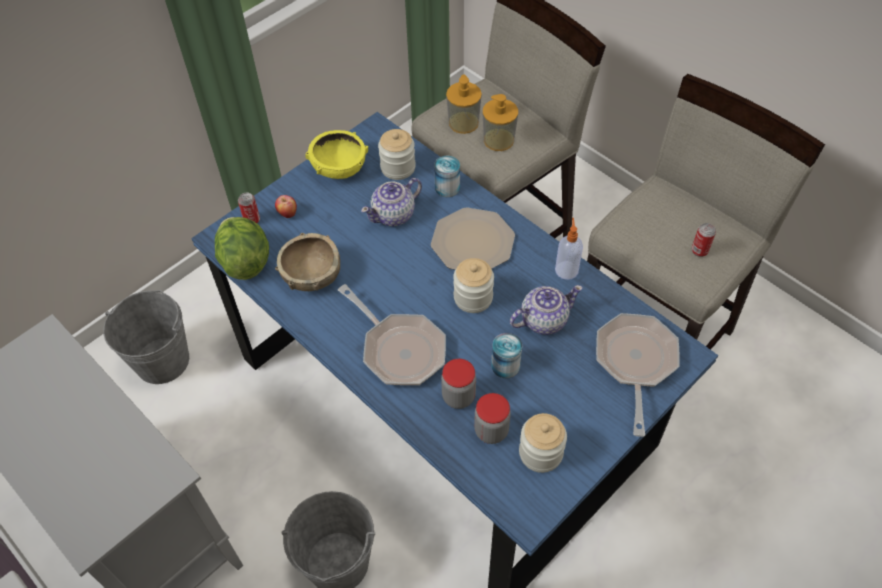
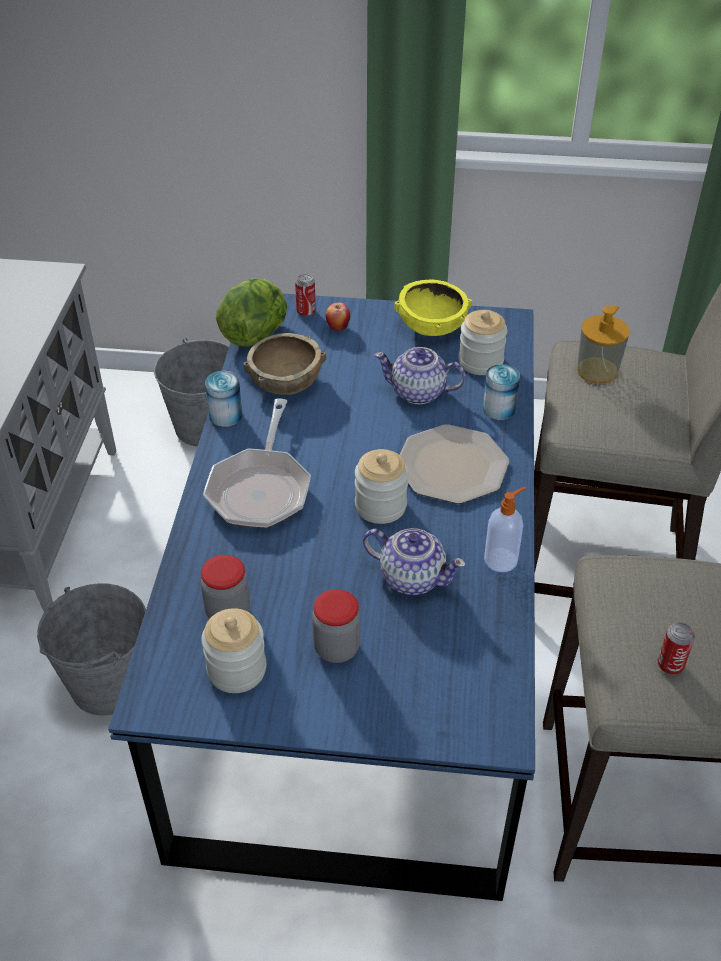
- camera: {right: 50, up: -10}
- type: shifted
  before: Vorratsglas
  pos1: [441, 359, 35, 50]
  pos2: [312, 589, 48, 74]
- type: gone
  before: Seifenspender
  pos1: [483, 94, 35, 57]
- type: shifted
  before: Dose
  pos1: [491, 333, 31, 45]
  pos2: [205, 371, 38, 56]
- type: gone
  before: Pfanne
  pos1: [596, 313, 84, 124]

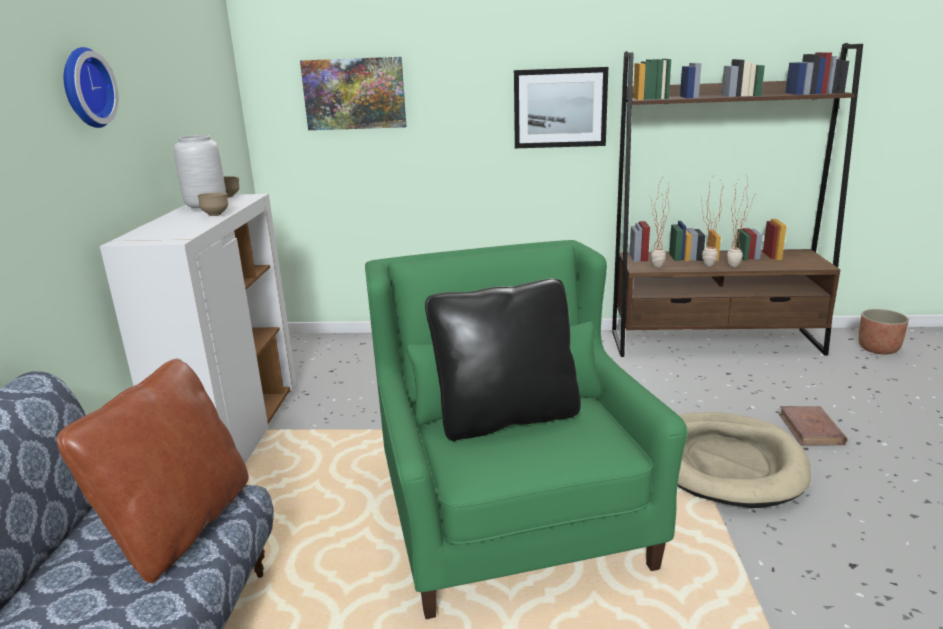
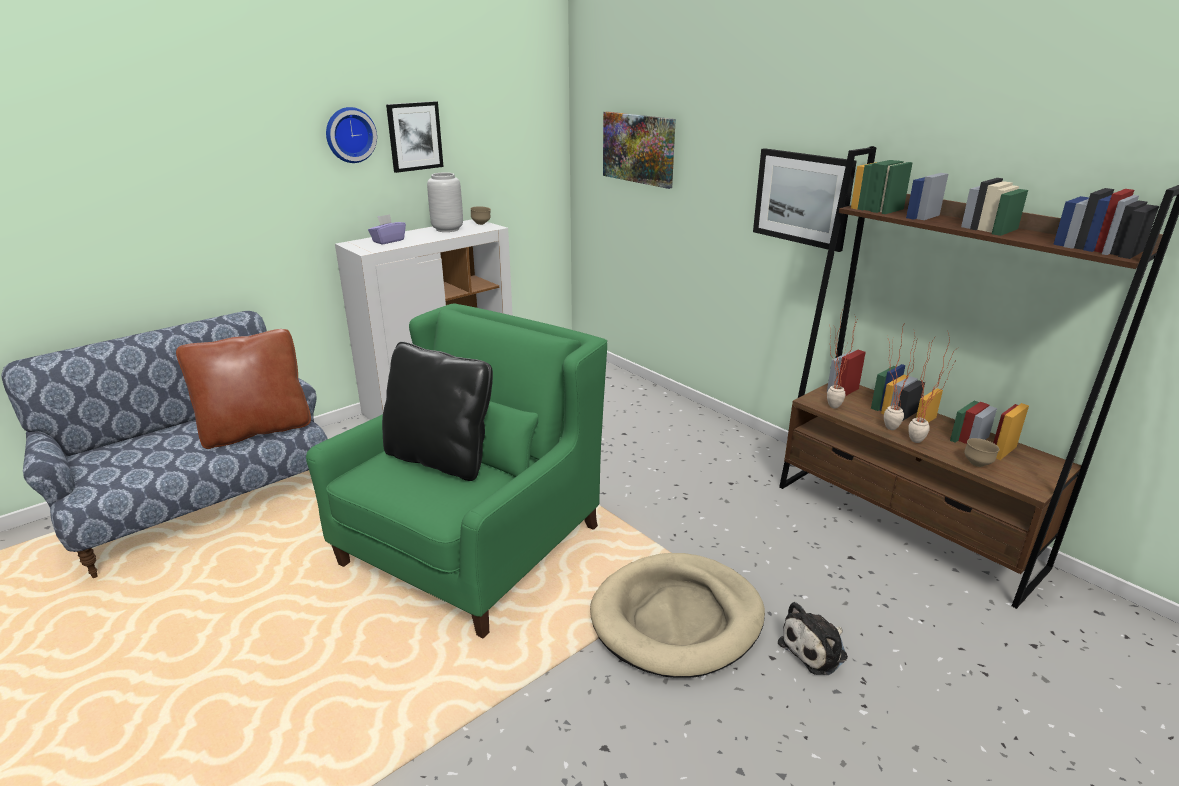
- camera: {right: 45, up: 5}
- type: shifted
  before: Schüssel [braun]
  pos1: [197, 193, 31, 23]
  pos2: [964, 438, 36, 29]
- type: swapped
  before: Buch [braun]
  after: Plüschtier
  pos1: [779, 406, 68, 40]
  pos2: [778, 602, 70, 73]
- type: gone
  before: Pflanzkübel
  pos1: [859, 309, 50, 46]
- type: new
  after: Taschentuchbox [lila]
  pos2: [368, 214, 38, 30]
- type: new
  after: Bild
  pos2: [386, 101, 58, 72]

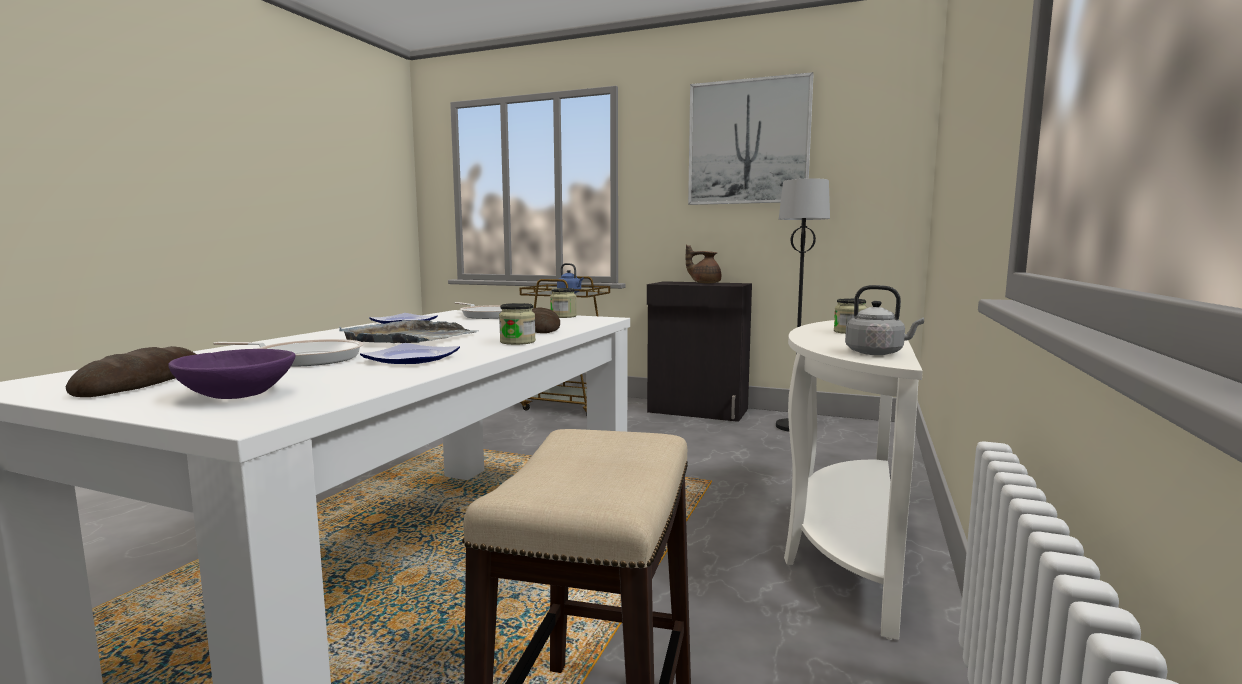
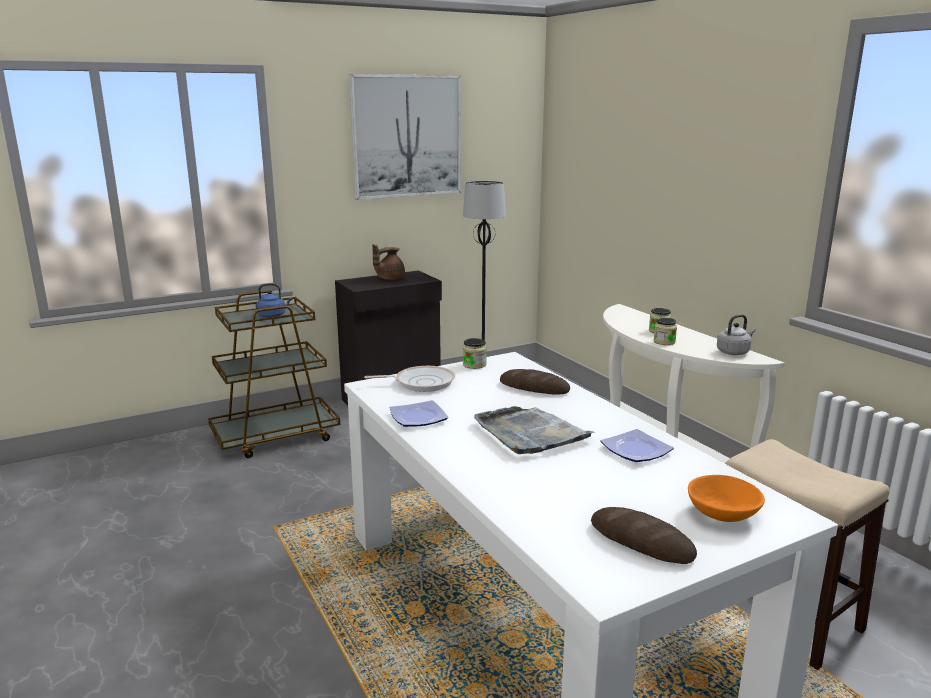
- camera: {right: -50, up: 10}
- type: repainted
  before: Schüssel [lila]
  after: Schüssel [orange]
  pos1: [168, 349, 127, 50]
  pos2: [688, 475, 77, 47]
- type: gone
  before: Pfanne
  pos1: [213, 339, 151, 28]
- type: shifted
  before: Vorratsglas
  pos1: [499, 303, 37, 42]
  pos2: [654, 318, 23, 27]

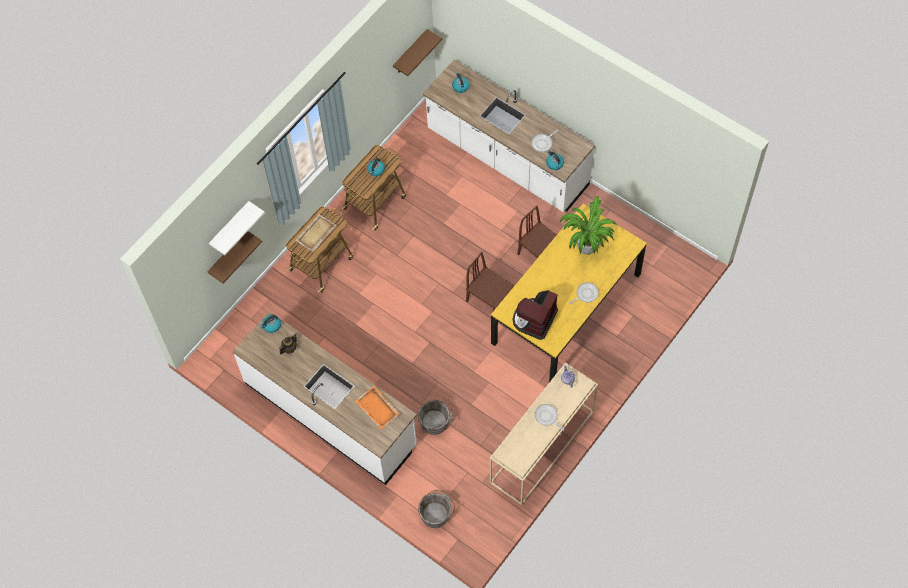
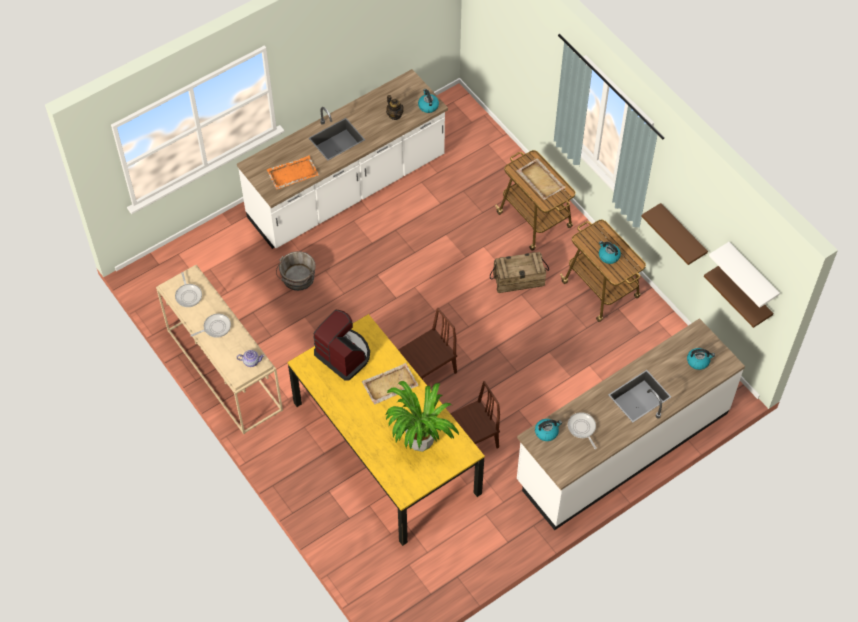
- camera: {right: 105, up: -5}
- type: shifted
  before: Wandregal [braun]
  pos1: [207, 231, 55, 53]
  pos2: [641, 203, 67, 62]
- type: shifted
  before: Wandregal [weiß]
  pos1: [209, 201, 56, 54]
  pos2: [709, 242, 71, 66]
- type: gone
  before: Eimer [grau]
  pos1: [418, 490, 37, 38]
- type: shifted
  before: Pfanne
  pos1: [569, 282, 30, 22]
  pos2: [175, 272, 27, 35]
- type: new
  after: Tablett [beige]
  pos2: [362, 363, 57, 42]
- type: new
  after: Kiste
  pos2: [490, 252, 59, 41]

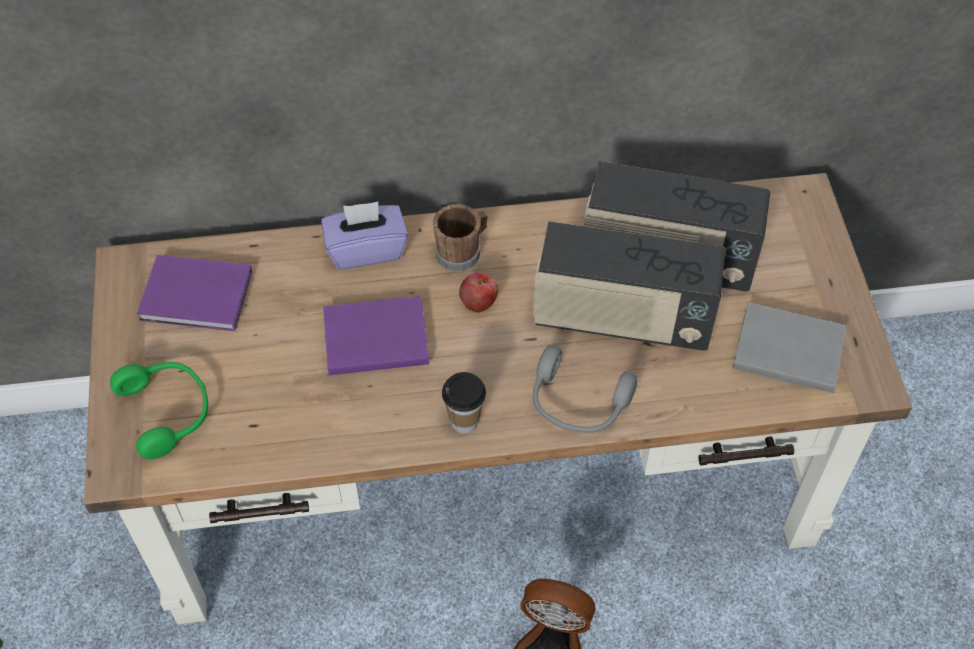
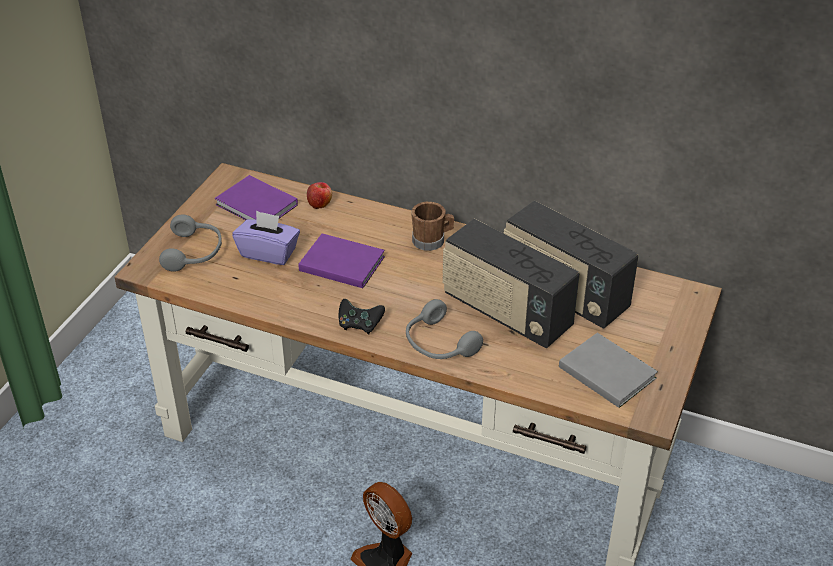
- camera: {right: 30, up: -15}
- type: repainted
  before: Kopfhörer [grün]
  after: Kopfhörer [grau]
  pos1: [110, 362, 98, 97]
  pos2: [159, 215, 63, 57]
- type: shifted
  before: Taschentuchbox [lila]
  pos1: [321, 202, 87, 68]
  pos2: [232, 210, 68, 55]
- type: swapped
  before: Tasse
  after: Gamepad [schwarz]
  pos1: [442, 372, 44, 62]
  pos2: [339, 299, 46, 35]
- type: shifted
  before: Apfel
  pos1: [459, 272, 40, 41]
  pos2: [307, 182, 25, 27]

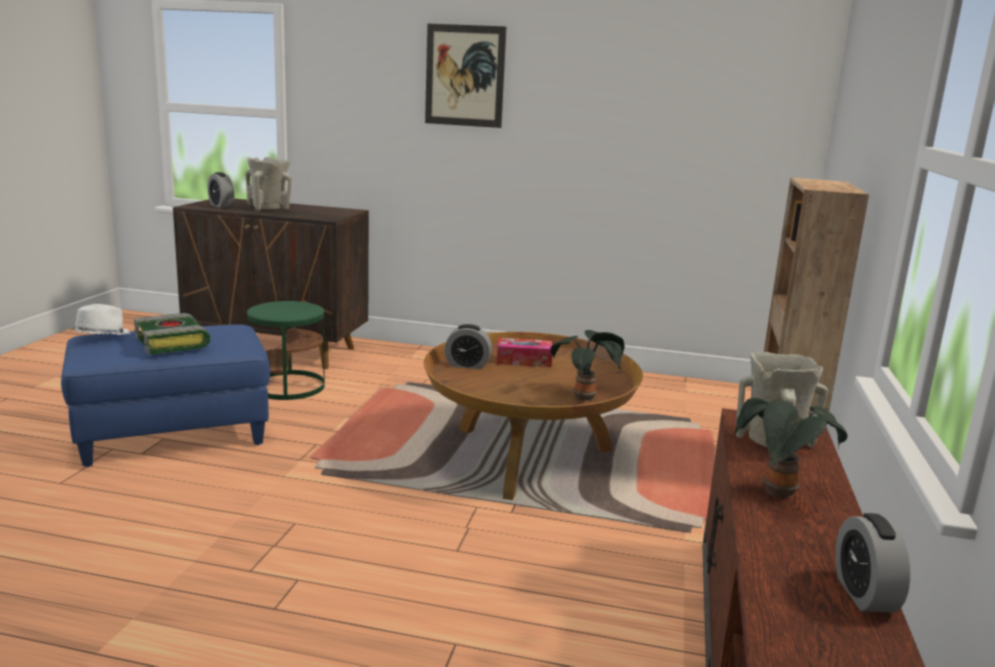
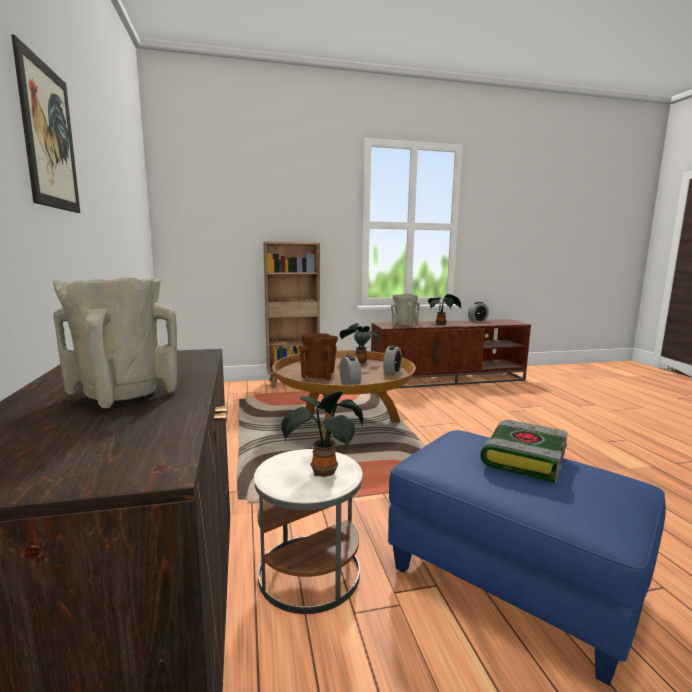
- camera: {right: -115, up: -5}
- type: gone
  before: Hut [weiß]
  pos1: [70, 304, 60, 31]
- type: shifted
  before: Wecker
  pos1: [208, 172, 26, 36]
  pos2: [383, 345, 19, 30]
- type: repainted
  before: Beistelltisch [grün]
  after: Beistelltisch [weiß]
  pos1: [247, 301, 78, 99]
  pos2: [254, 449, 108, 165]
- type: swapped
  before: Taschentuchbox
  after: Vase [braun]
  pos1: [497, 338, 55, 29]
  pos2: [300, 333, 38, 47]
- type: new
  after: Topfpflanze
  pos2: [281, 391, 83, 86]

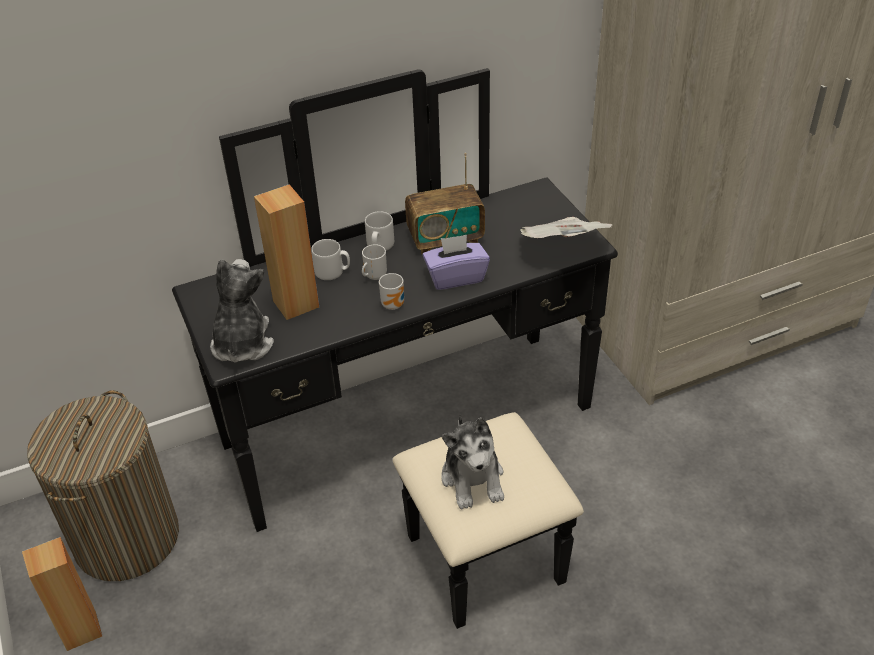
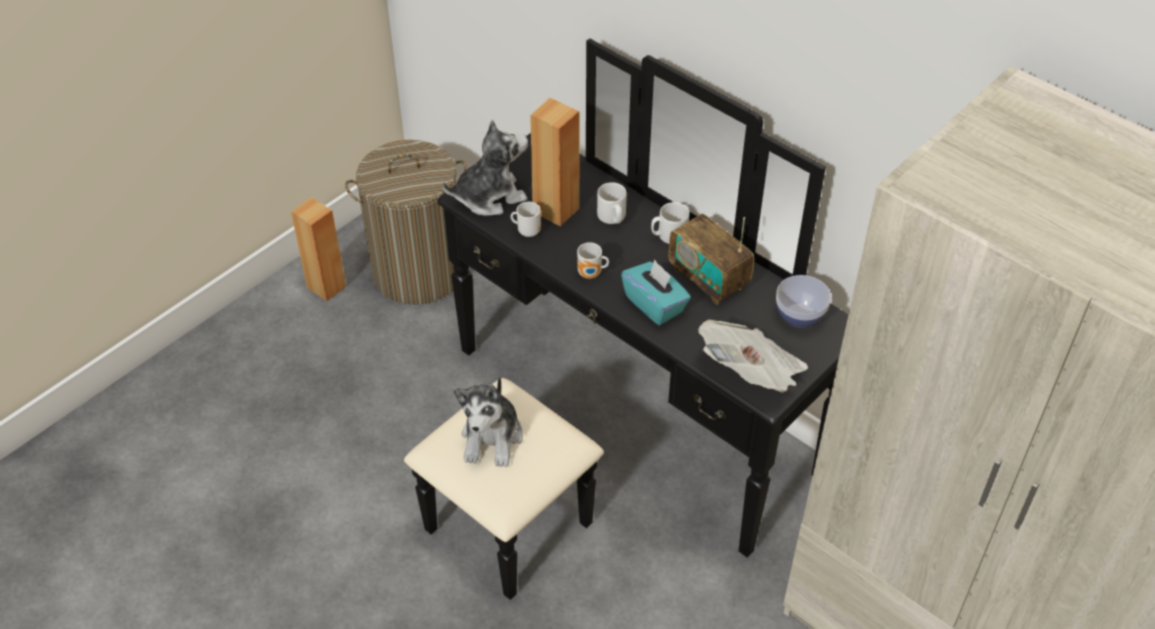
- camera: {right: 65, up: 5}
- type: shifted
  before: Henkelbecher
  pos1: [362, 244, 25, 36]
  pos2: [511, 202, 30, 35]
- type: repainted
  before: Taschentuchbox [lila]
  after: Taschentuchbox [türkis]
  pos1: [423, 235, 67, 55]
  pos2: [621, 259, 70, 66]
- type: rotated
  before: Plüschtier
  pos1: [442, 415, 62, 95]
  pos2: [454, 374, 69, 94]
  turn: -45
- type: new
  after: Schüssel
  pos2: [776, 275, 55, 53]

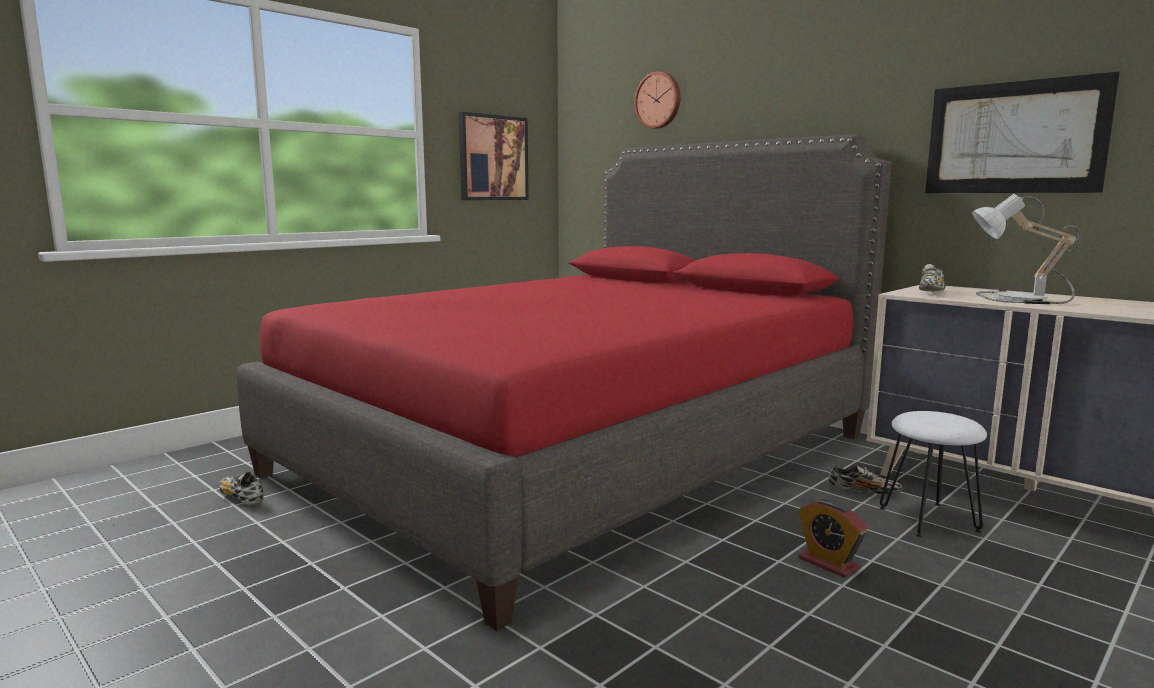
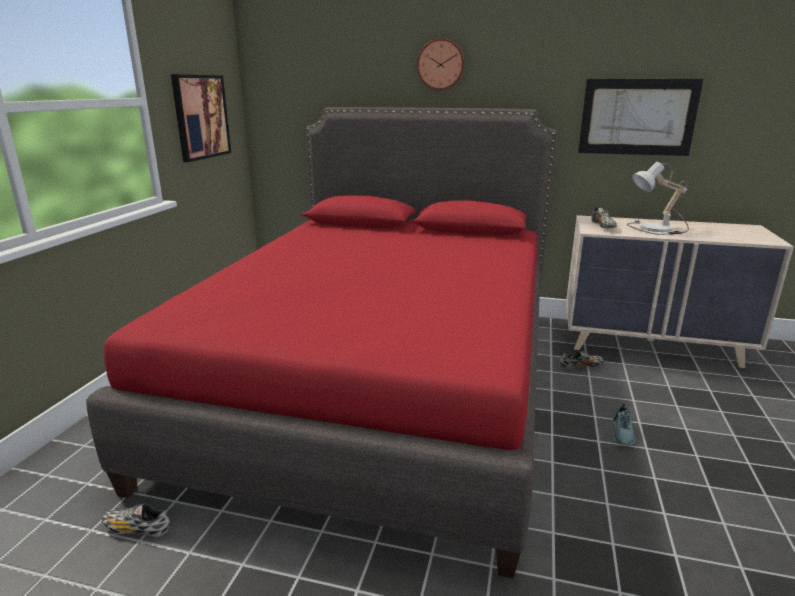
- camera: {right: -30, up: 10}
- type: shifted
  before: Wanduhr
  pos1: [634, 72, 47, 57]
  pos2: [417, 38, 48, 52]
- type: swapped
  before: Wecker
  after: Schuh
  pos1: [799, 499, 68, 79]
  pos2: [613, 403, 22, 42]
- type: gone
  before: Hocker [weiß]
  pos1: [880, 411, 107, 126]

